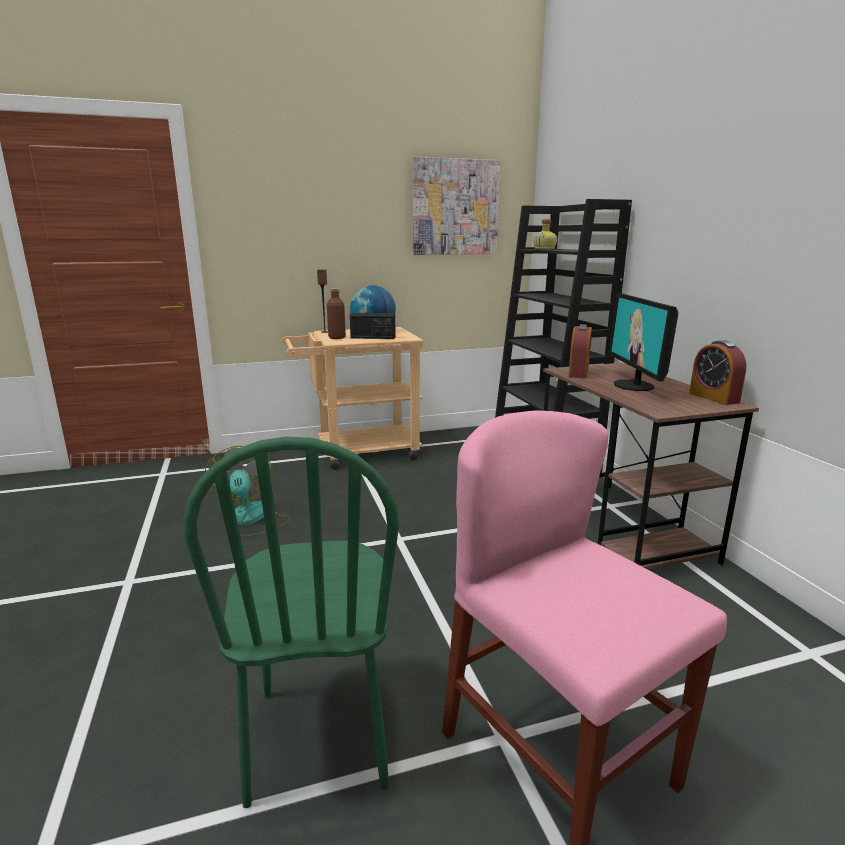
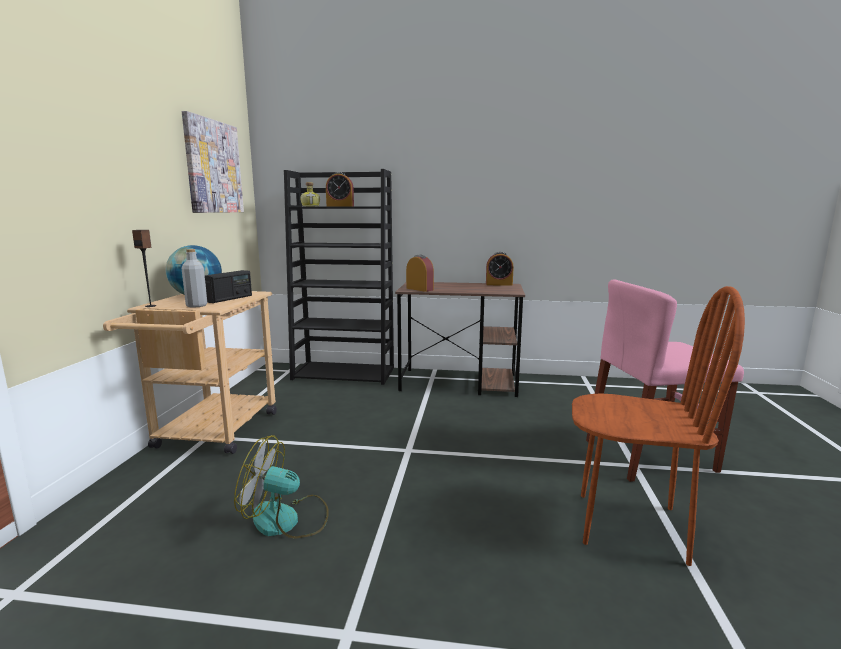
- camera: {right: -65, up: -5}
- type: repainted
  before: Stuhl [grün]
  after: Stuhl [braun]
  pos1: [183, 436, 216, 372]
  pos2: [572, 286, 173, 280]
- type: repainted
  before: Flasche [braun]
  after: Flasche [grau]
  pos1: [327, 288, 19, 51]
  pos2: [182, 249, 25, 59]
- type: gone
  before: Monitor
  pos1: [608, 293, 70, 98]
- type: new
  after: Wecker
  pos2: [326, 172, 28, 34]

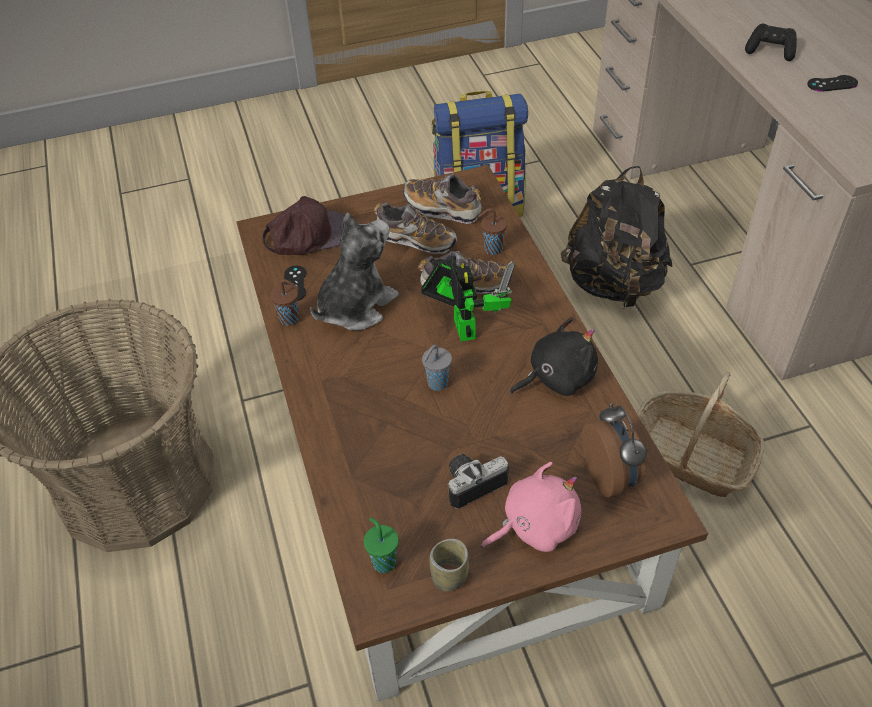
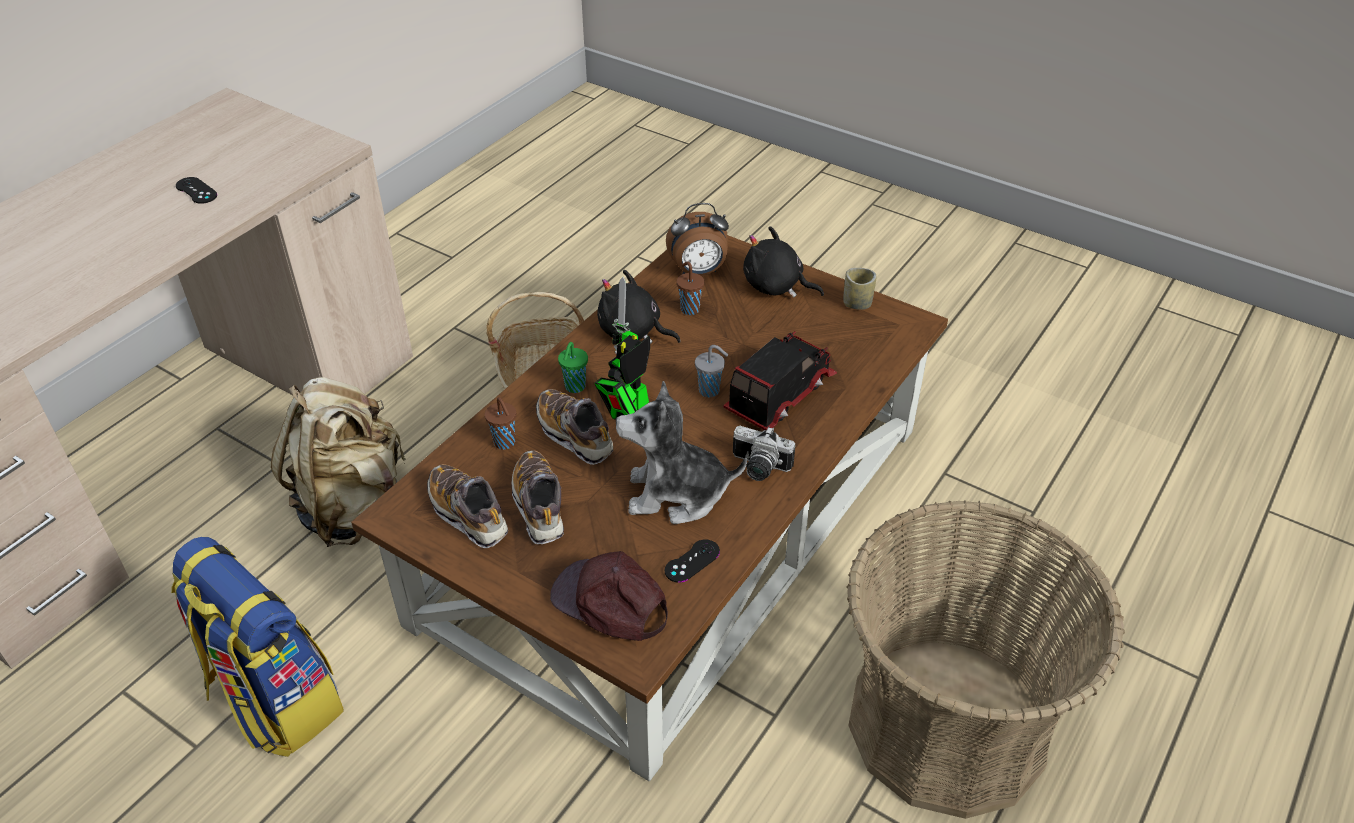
- camera: {right: -130, up: -5}
- type: shifted
  before: Tasse [braun]
  pos1: [270, 279, 29, 47]
  pos2: [677, 261, 27, 54]
- type: shifted
  before: Tasse [grün]
  pos1: [364, 518, 35, 55]
  pos2: [558, 342, 30, 51]
- type: rotated
  before: Schuh
  pos1: [403, 174, 79, 50]
  pos2: [427, 464, 82, 84]
  turn: 150
- type: shifted
  before: Kamera
  pos1: [448, 454, 61, 55]
  pos2: [733, 426, 62, 55]
- type: repainted
  before: Plüschtier [rosa]
  after: Plüschtier [schwarz]
  pos1: [481, 462, 100, 90]
  pos2: [743, 226, 81, 72]
- type: repainted
  before: Rucksack [schwarz]
  after: Rucksack [beige]
  pos1: [561, 166, 111, 143]
  pos2: [271, 377, 135, 170]
- type: rotated
  before: Wecker
  pos1: [582, 403, 65, 95]
  pos2: [666, 203, 63, 73]
  turn: -135
- type: gone
  before: Gamepad [schwarz]
  pos1: [745, 24, 52, 37]
- type: new
  after: Spielzeuglaster
  pos2: [723, 331, 114, 99]

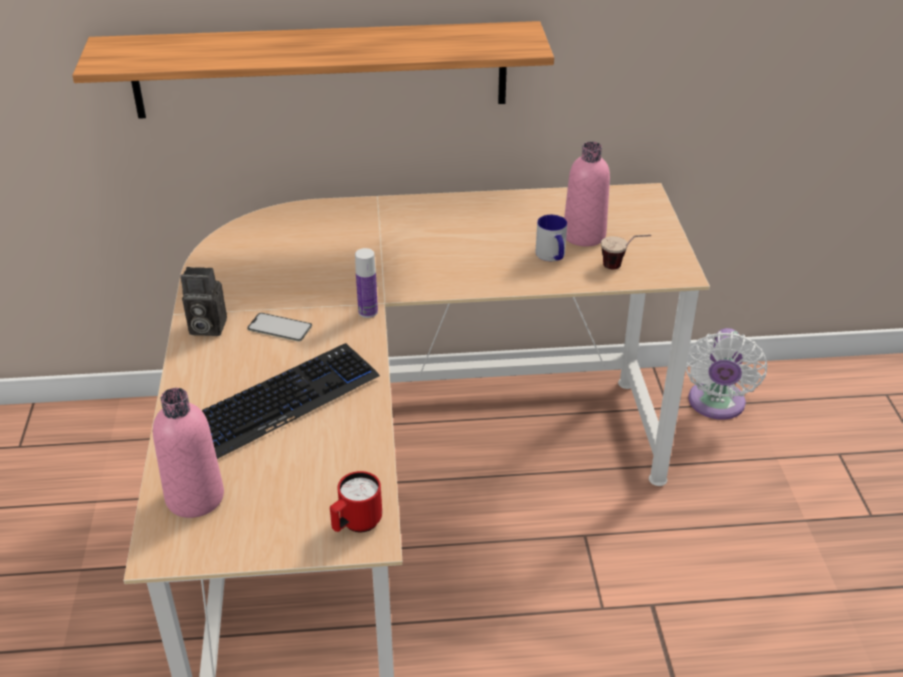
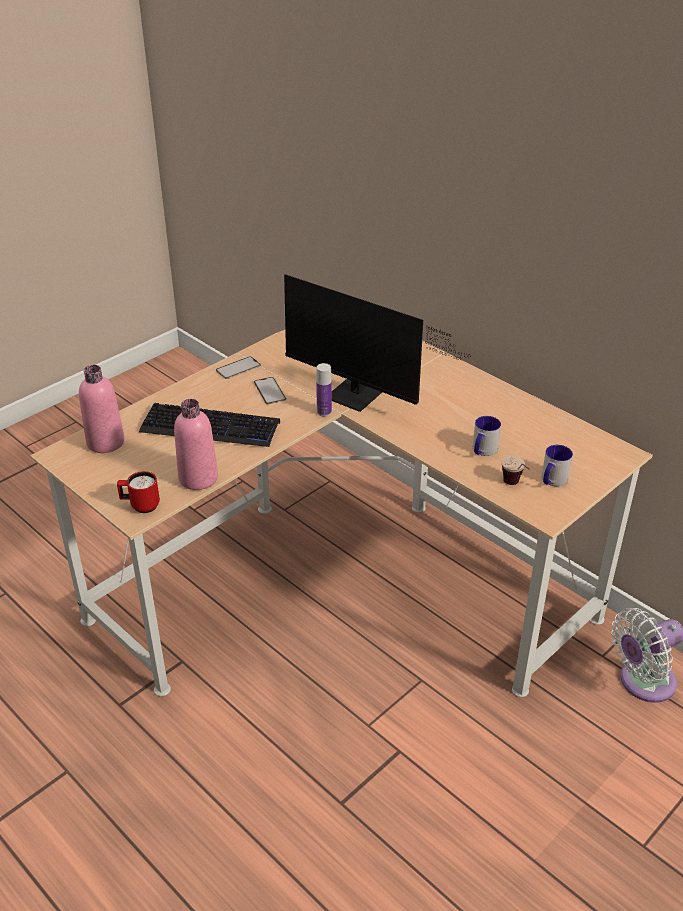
- camera: {right: 50, up: 0}
- type: gone
  before: Wandregal
  pos1: [72, 21, 482, 98]
- type: swapped
  before: Kamera
  after: Handy
  pos1: [180, 267, 47, 69]
  pos2: [216, 356, 45, 23]
- type: shifted
  before: Flasche [rosa]
  pos1: [564, 142, 46, 105]
  pos2: [174, 399, 44, 91]
- type: new
  after: Monitor
  pos2: [284, 274, 187, 138]
- type: new
  after: Henkelbecher
  pos2: [542, 445, 31, 41]

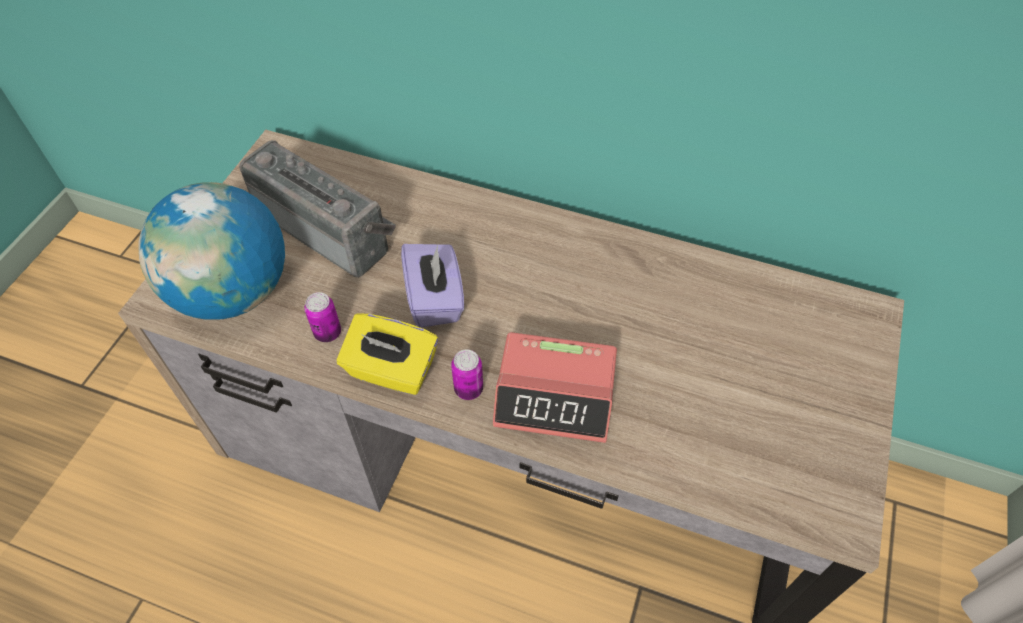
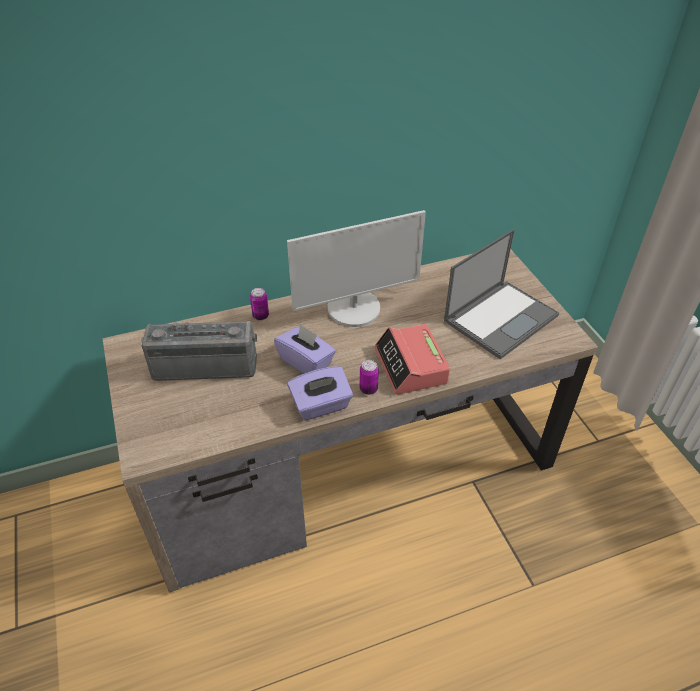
- camera: {right: -40, up: -10}
- type: gone
  before: Globus
  pos1: [138, 182, 147, 138]
- type: shifted
  before: Dose
  pos1: [304, 292, 37, 50]
  pos2: [250, 288, 19, 32]
- type: repainted
  before: Taschentuchbox [gelb]
  after: Taschentuchbox [lila]
  pos1: [337, 313, 101, 82]
  pos2: [287, 366, 66, 54]
- type: rotated
  before: Wecker
  pos1: [493, 332, 124, 111]
  pos2: [374, 324, 76, 71]
  turn: 105
- type: new
  after: Monitor
  pos2: [287, 210, 139, 117]
- type: new
  after: Laptop
  pos2: [444, 229, 115, 130]

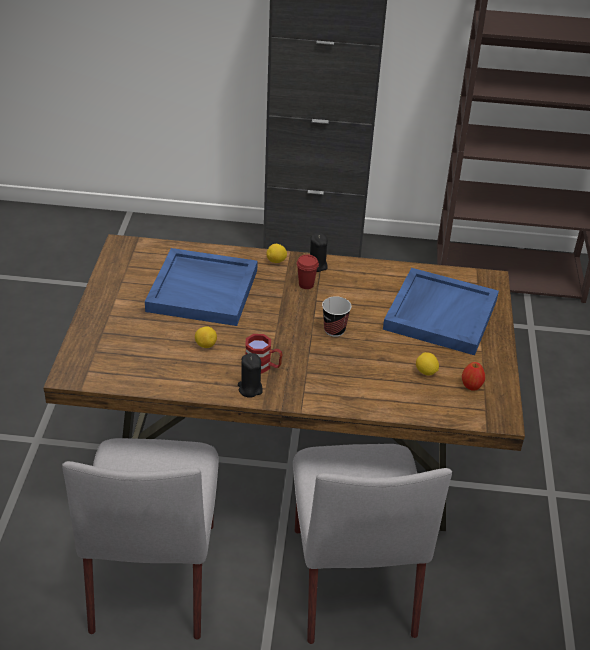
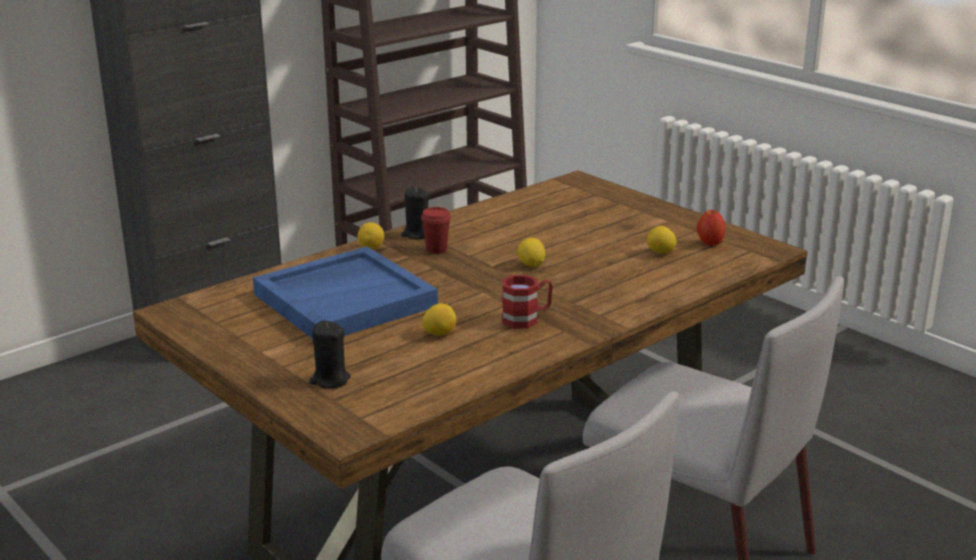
- camera: {right: -45, up: -15}
- type: shifted
  before: Kerze [schwarz]
  pos1: [238, 353, 25, 45]
  pos2: [309, 321, 42, 68]
- type: swapped
  before: Tasse
  after: Zitrone
  pos1: [322, 296, 29, 41]
  pos2: [517, 238, 28, 29]
- type: gone
  before: Tablett [blau]
  pos1: [383, 268, 116, 87]

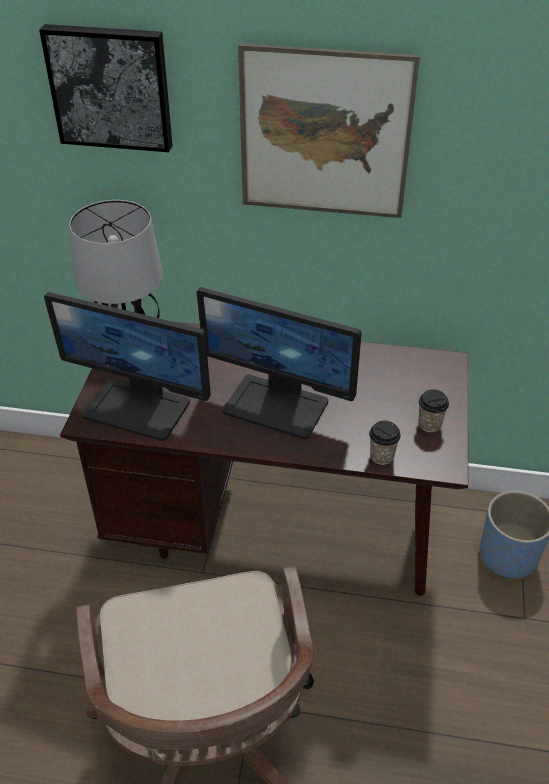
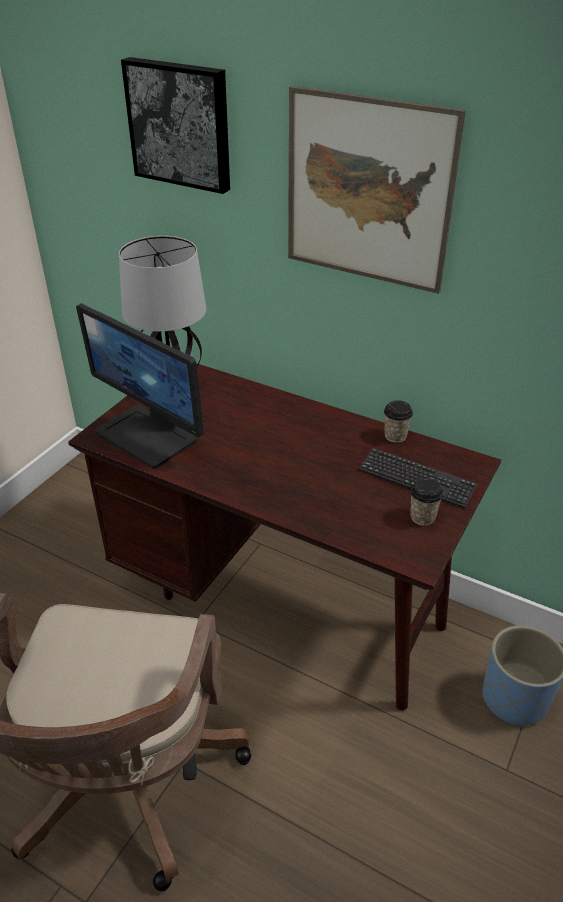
- camera: {right: 20, up: -5}
- type: gone
  before: Monitor
  pos1: [197, 287, 165, 152]
- type: shifted
  before: Tasse
  pos1: [369, 421, 32, 44]
  pos2: [384, 400, 29, 43]
- type: new
  after: Tastatur
  pos2: [358, 448, 120, 60]

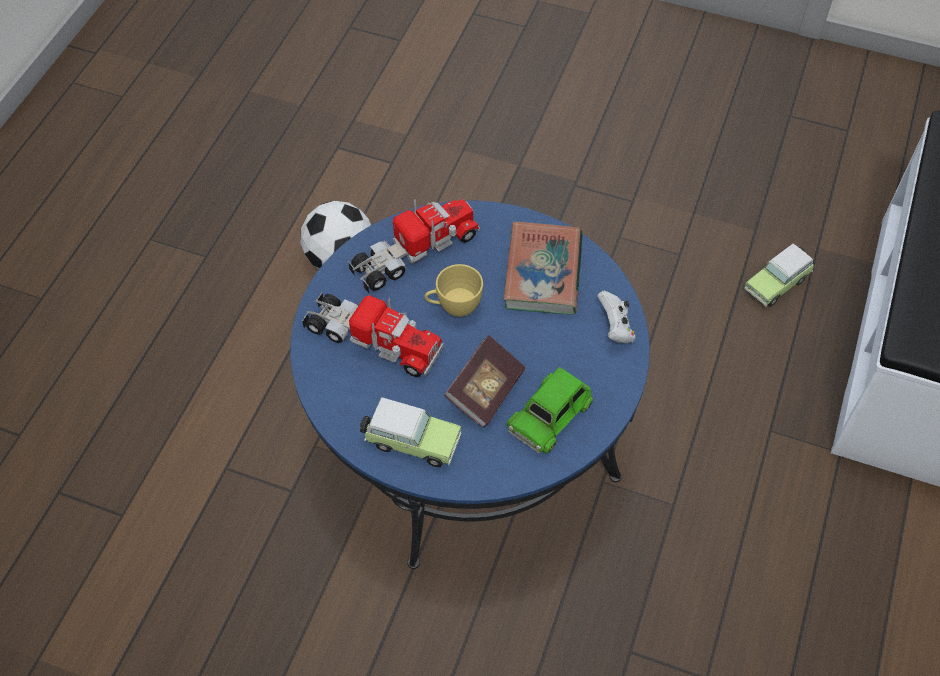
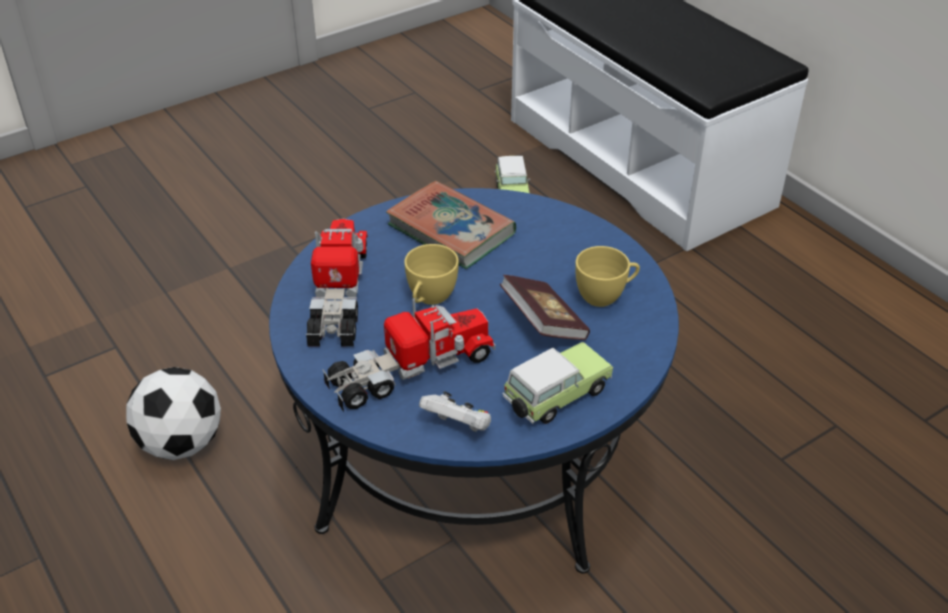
- camera: {right: -55, up: -15}
- type: swapped
  before: Spielzeugauto [grün]
  after: Tasse [gelb]
  pos1: [507, 367, 87, 87]
  pos2: [575, 246, 65, 61]
- type: shifted
  before: Gamepad [weiß]
  pos1: [597, 291, 38, 52]
  pos2: [419, 391, 72, 41]

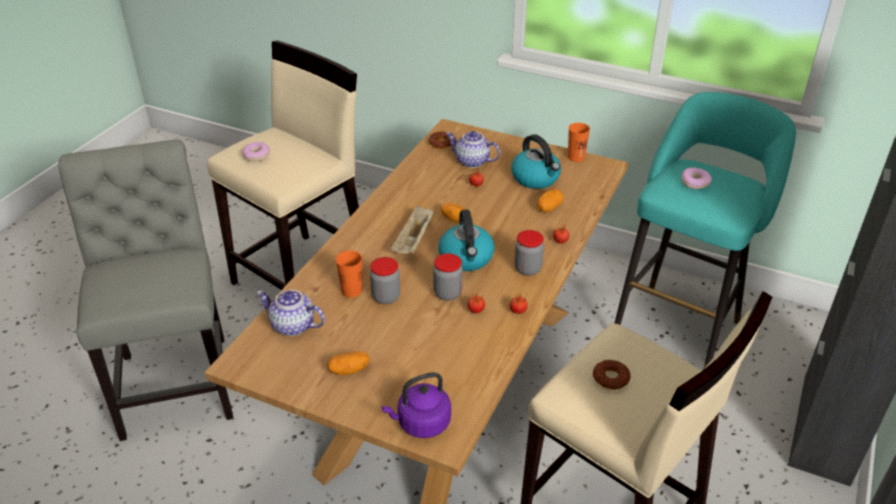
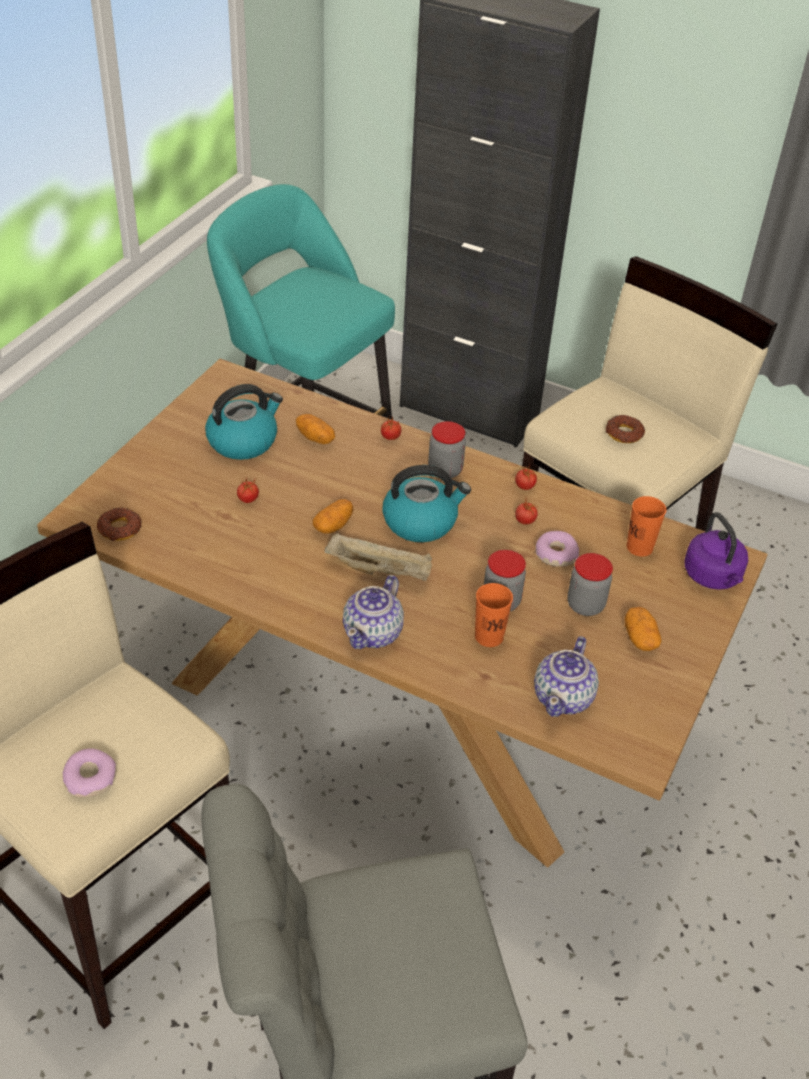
- camera: {right: -90, up: 5}
- type: shifted
  before: Vorratsglas
  pos1: [433, 253, 30, 48]
  pos2: [568, 553, 45, 63]
- type: shifted
  before: Teekanne
  pos1: [446, 131, 54, 37]
  pos2: [343, 575, 61, 74]
- type: shifted
  before: Tasse [orange]
  pos1: [568, 123, 22, 39]
  pos2: [627, 496, 40, 61]
- type: shifted
  before: Donut
  pos1: [681, 167, 31, 22]
  pos2: [535, 531, 44, 36]

